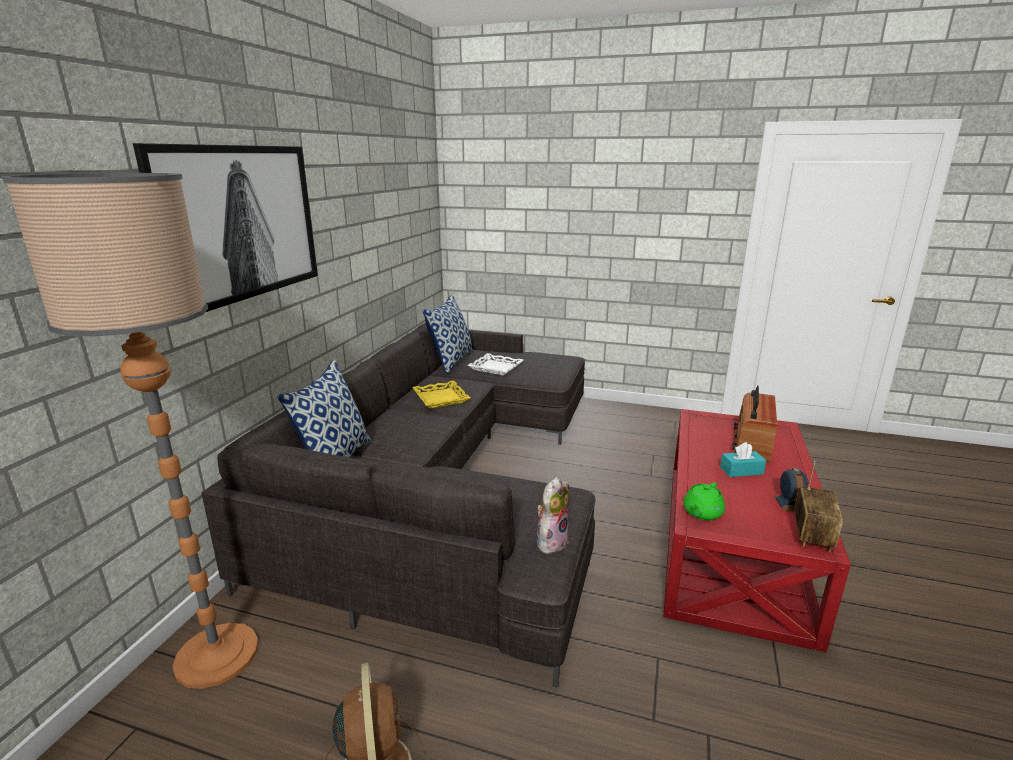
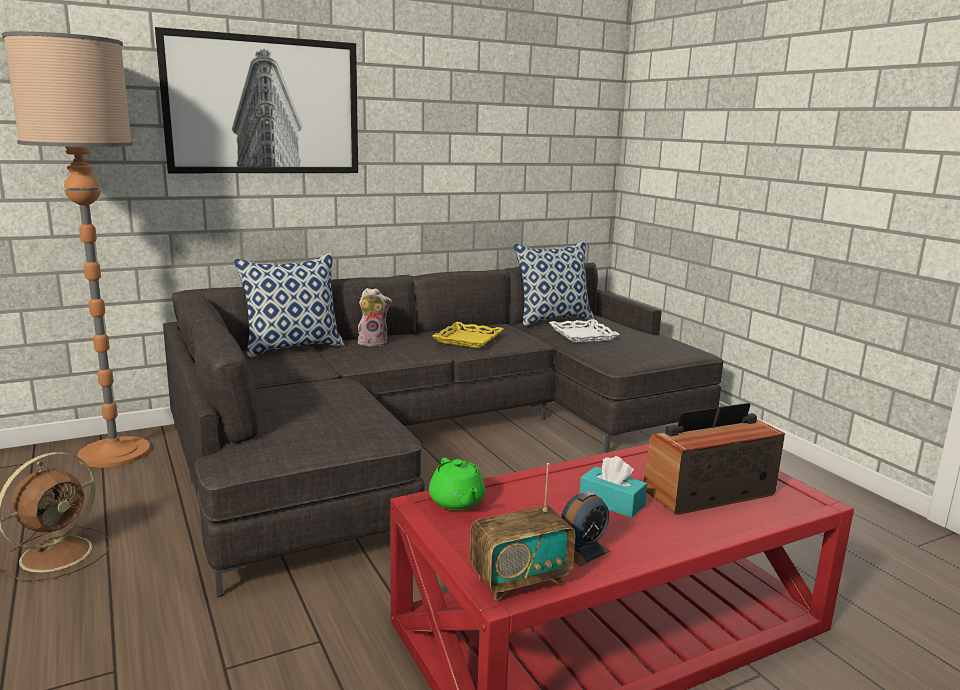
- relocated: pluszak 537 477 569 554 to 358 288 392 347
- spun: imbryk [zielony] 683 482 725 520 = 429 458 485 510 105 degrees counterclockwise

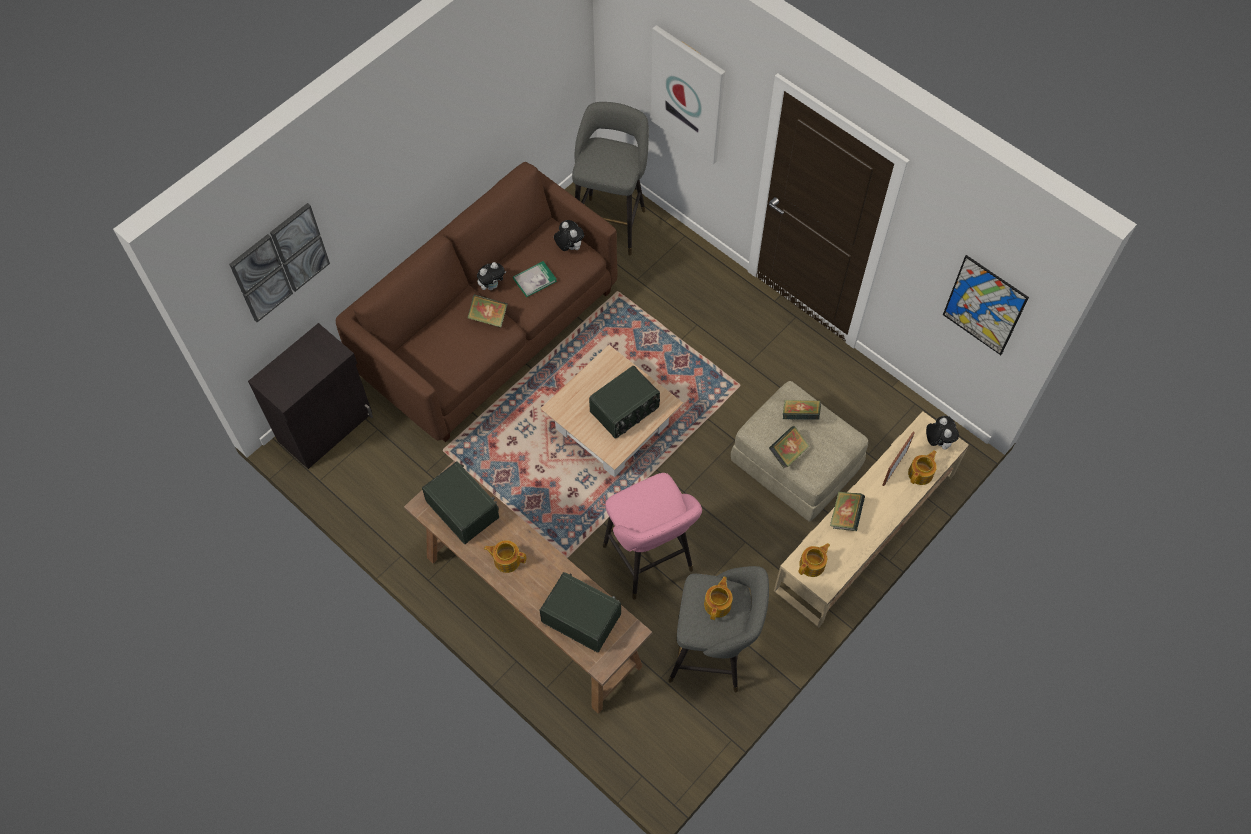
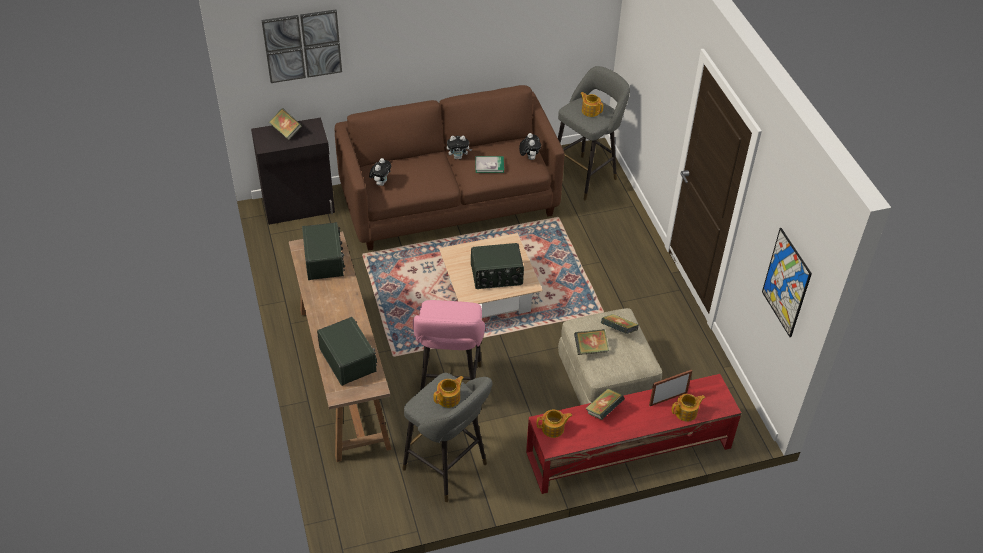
- relocated: książka 468 294 508 327 to 269 108 302 140
- relocated: imbryk 484 540 526 573 to 580 92 603 117
- missing: obraz 650 25 726 164
- colour: szafka pod telewizor [beżowy] 774 411 969 628 to szafka pod telewizor [czerwony] 526 374 741 494
- relocated: pluszak 926 416 959 450 to 369 158 391 186

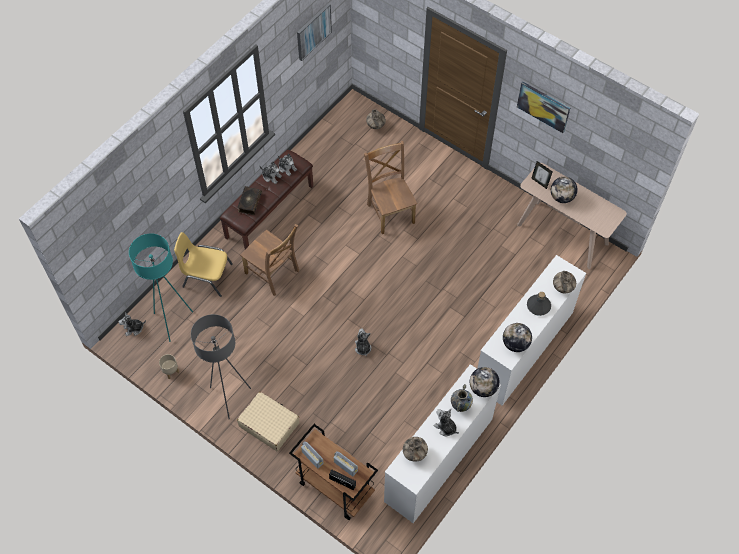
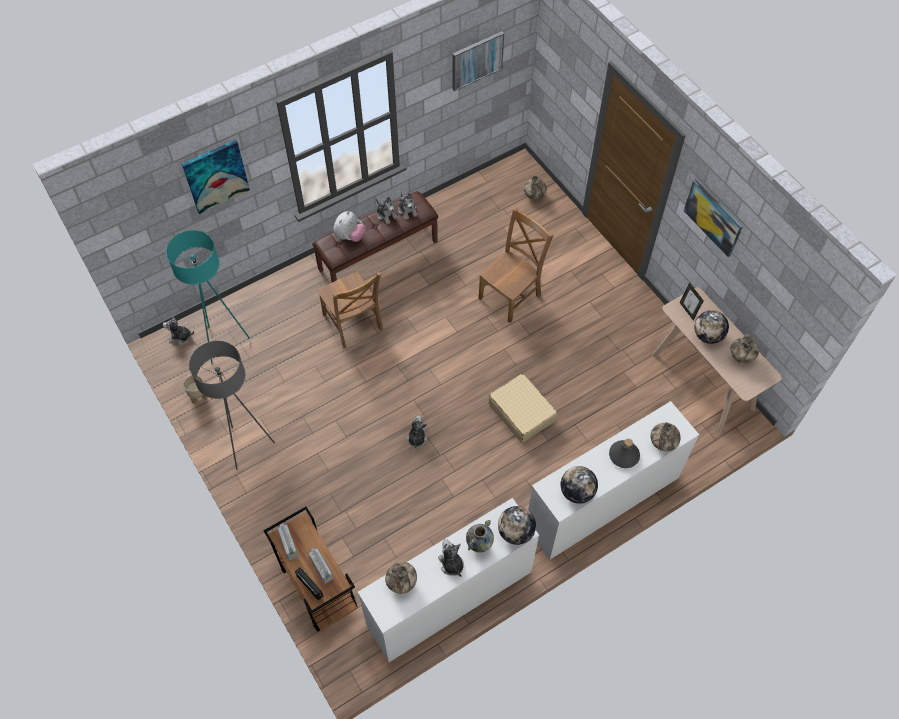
- missing: krzesło [żółty] 174 232 233 297
- exchanged: książka 237 186 262 215 to pluszak 334 211 366 242
- relocated: walizka [beżowy] 237 392 299 451 to 489 374 557 443
- spun: krzesło [brązowy] 364 141 417 234 = 478 207 554 323 45 degrees clockwise
- appeared: obraz 182 140 250 214
- appeared: wazon 730 334 759 363

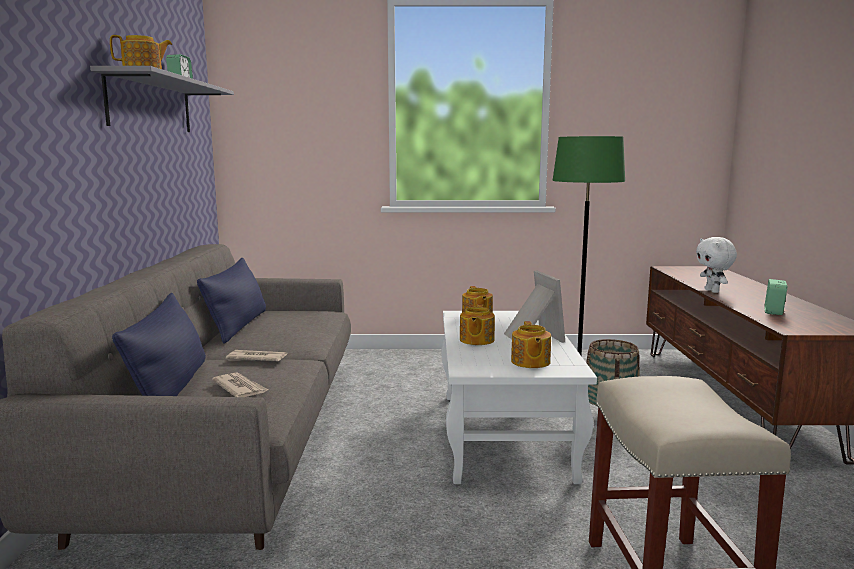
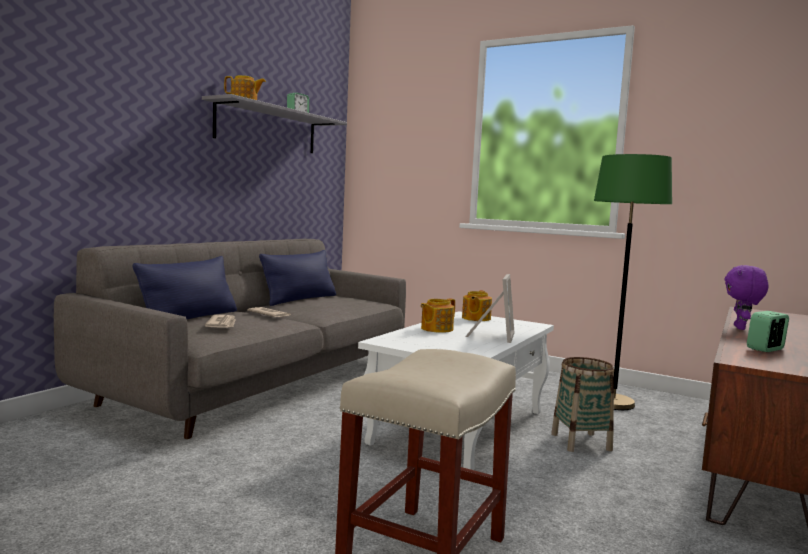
- missing: imbryk 511 321 551 368
- colour: pluszak [biały] 696 237 737 293 to pluszak [fioletowy] 724 265 768 330

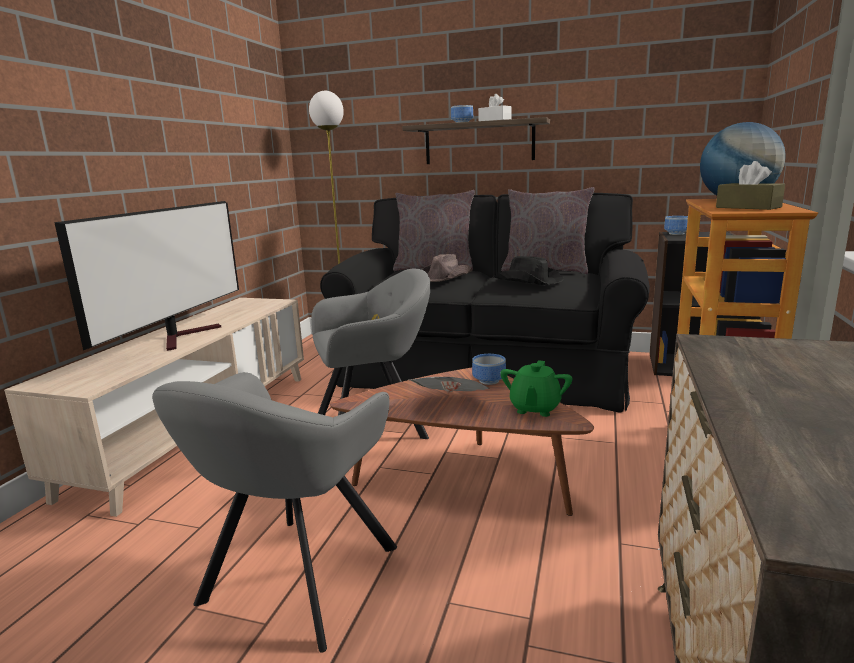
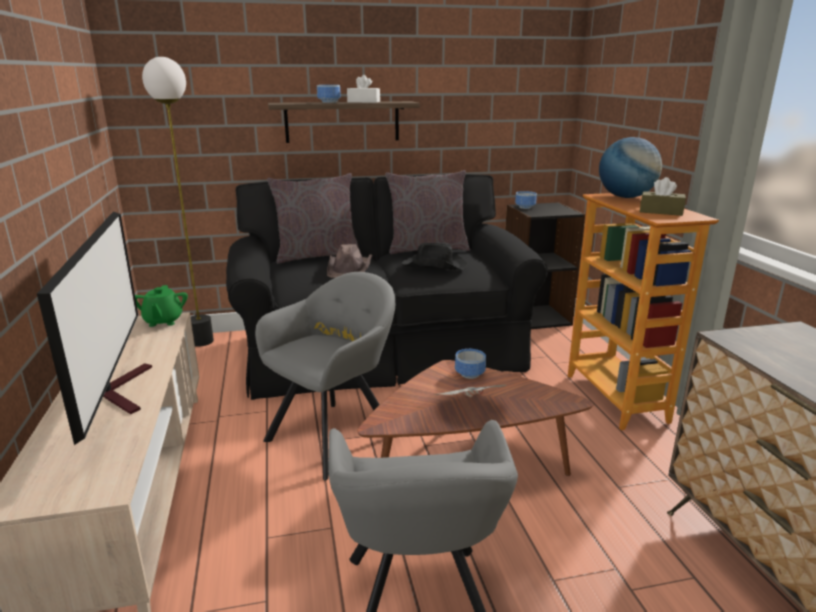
- relocated: imbryk [zielony] 500 360 573 417 to 135 285 188 327

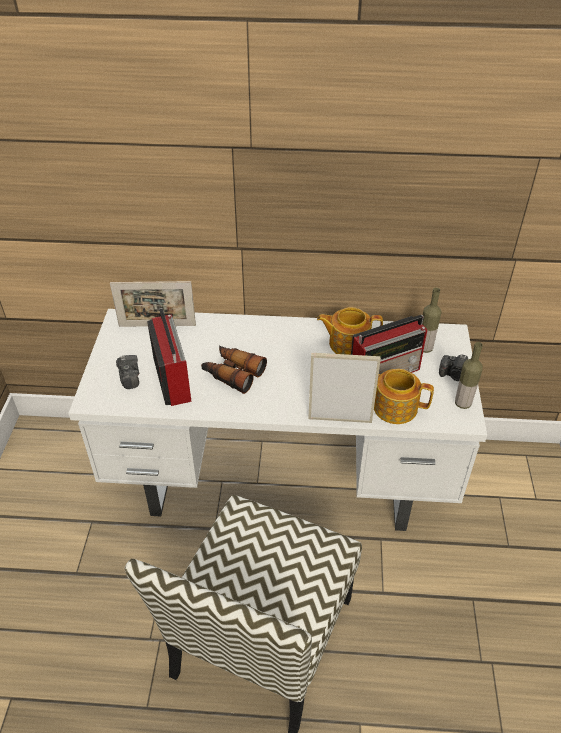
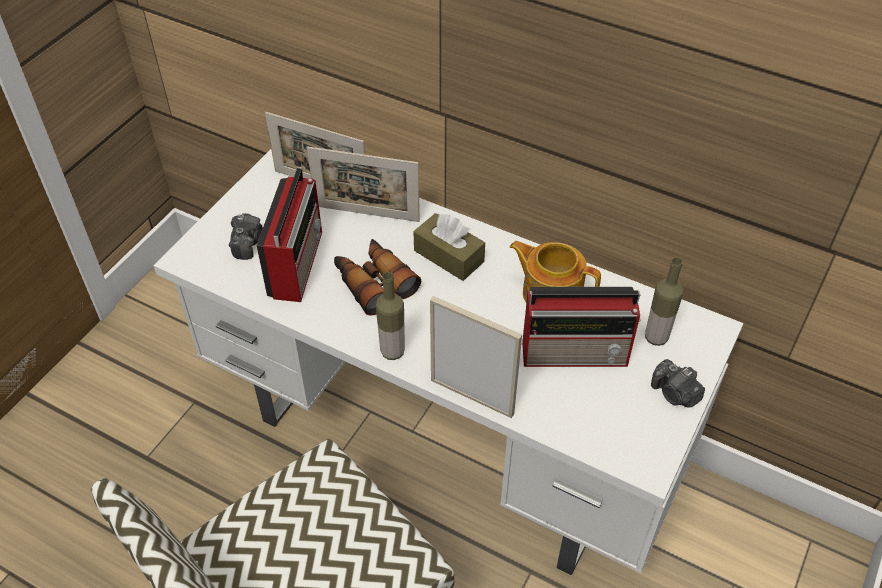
- missing: imbryk 374 369 434 424
- relocated: butelka 455 342 483 409 to 376 272 405 360
- appeared: ramka na zdjęcie 307 147 420 222
- appeared: pudełko chusteczek [brązowy] 413 213 485 281

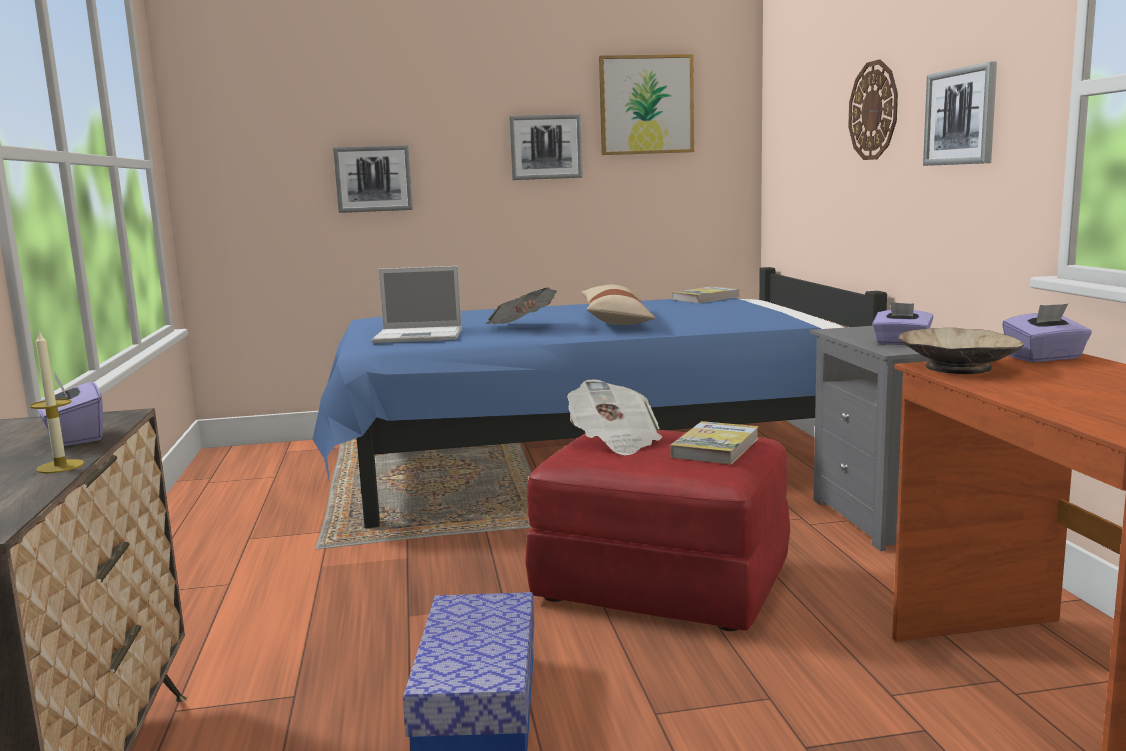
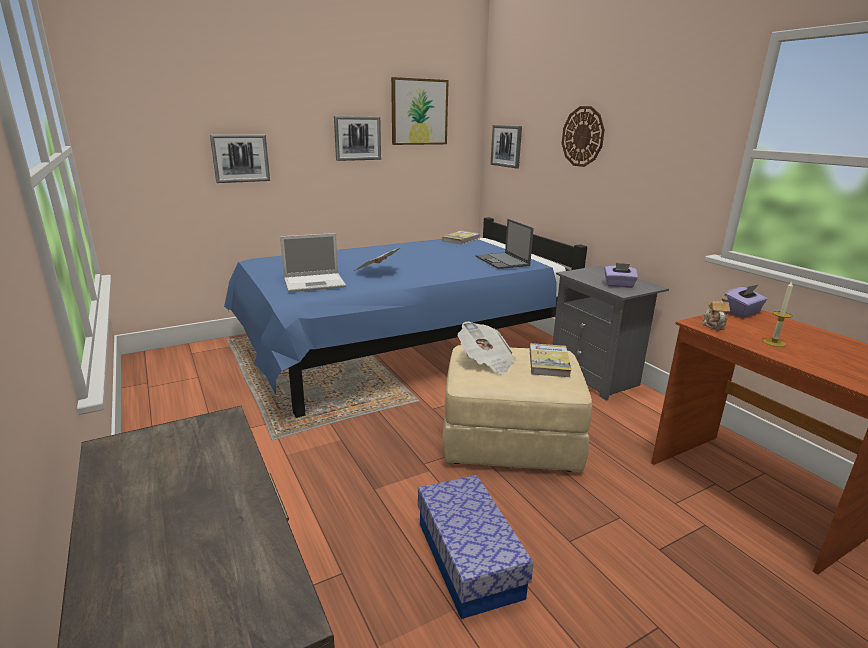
- relocated: świeca 30 330 85 473 to 763 282 793 347
- missing: pudełko chusteczek [fioletowy] 37 372 103 446
- colour: pufa [czerwony] 525 430 790 631 to pufa [beżowy] 442 345 592 472
- missing: poduszka [beżowy] 582 285 655 325
- exchanged: miska [beżowy] 898 328 1024 374 to imbryk 702 296 730 330
- relocated: obraz 923 61 997 166 to 490 125 522 169
- appeared: laptop 476 219 534 269

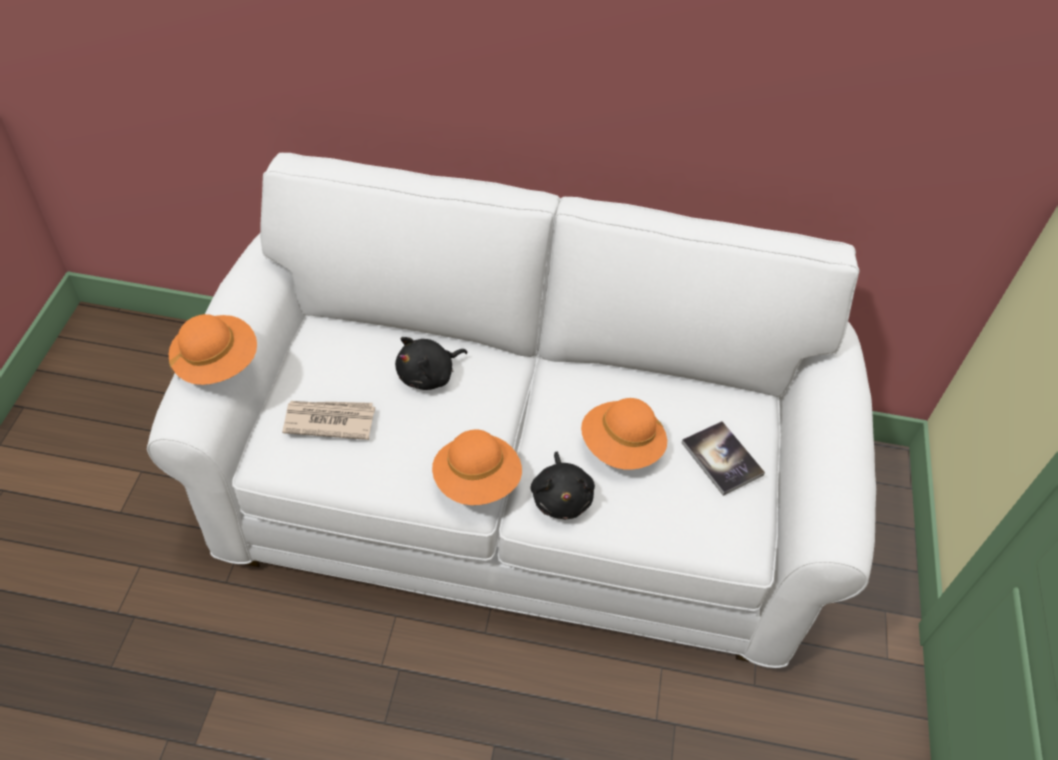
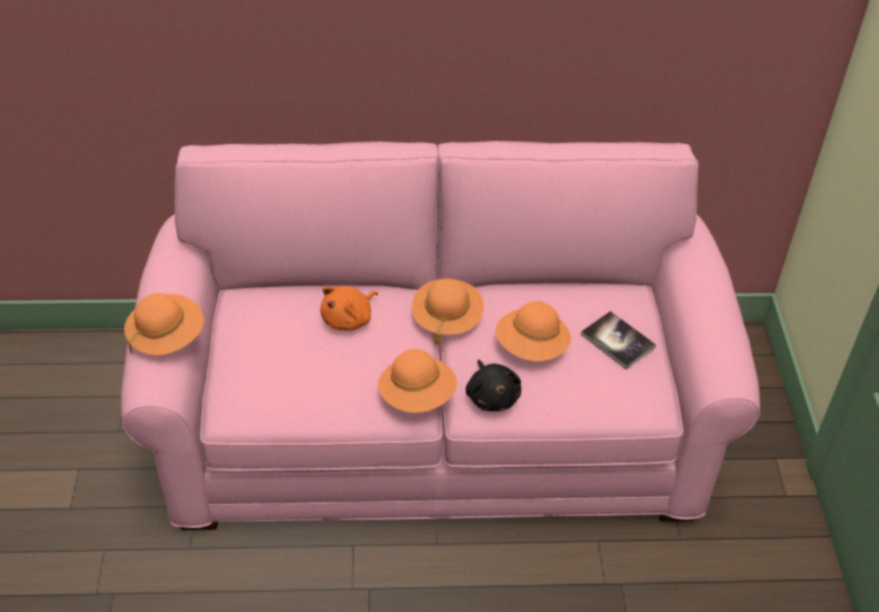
- colour: kanapa [biały] 147 153 876 668 to kanapa [różowy] 121 141 760 530
- missing: gazeta 282 401 375 440
- colour: pluszak [czarny] 395 337 467 390 to pluszak [pomarańczowy] 320 286 378 330
- appeared: kapelusz [pomarańczowy] 412 279 484 345

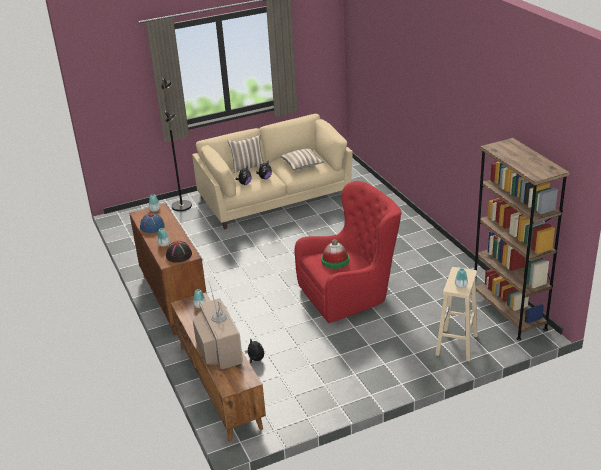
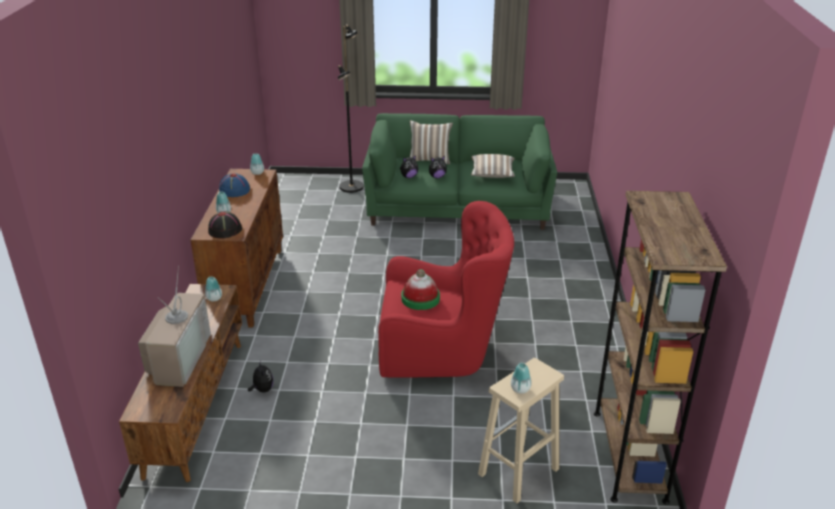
- colour: kanapa [beżowy] 192 114 353 229 to kanapa [zielony] 362 113 557 230

